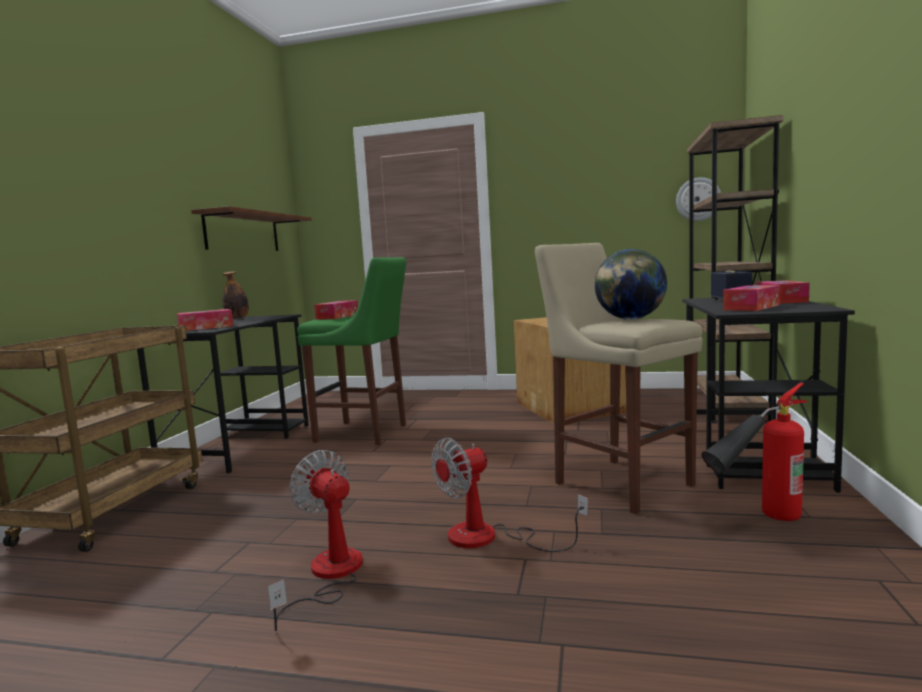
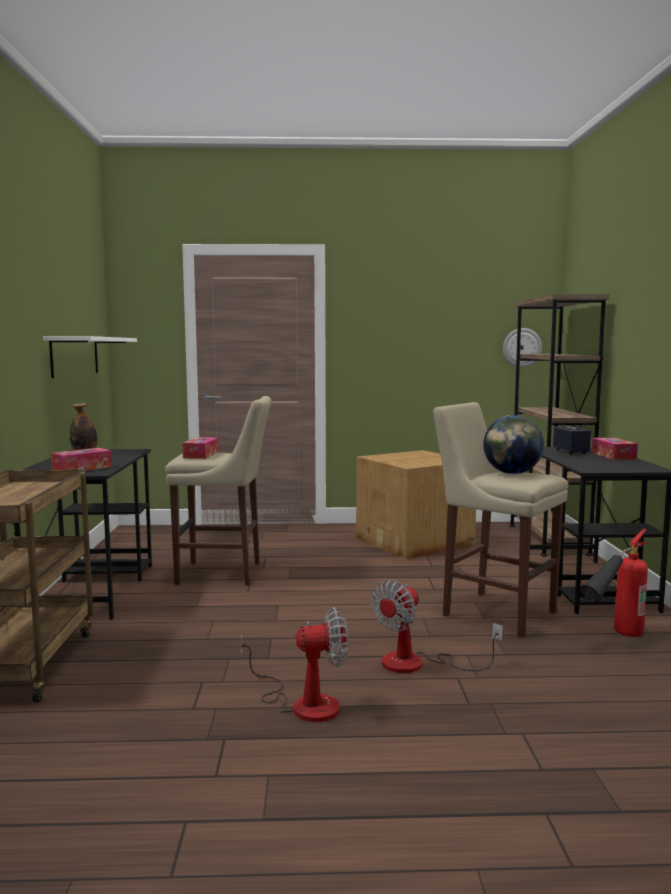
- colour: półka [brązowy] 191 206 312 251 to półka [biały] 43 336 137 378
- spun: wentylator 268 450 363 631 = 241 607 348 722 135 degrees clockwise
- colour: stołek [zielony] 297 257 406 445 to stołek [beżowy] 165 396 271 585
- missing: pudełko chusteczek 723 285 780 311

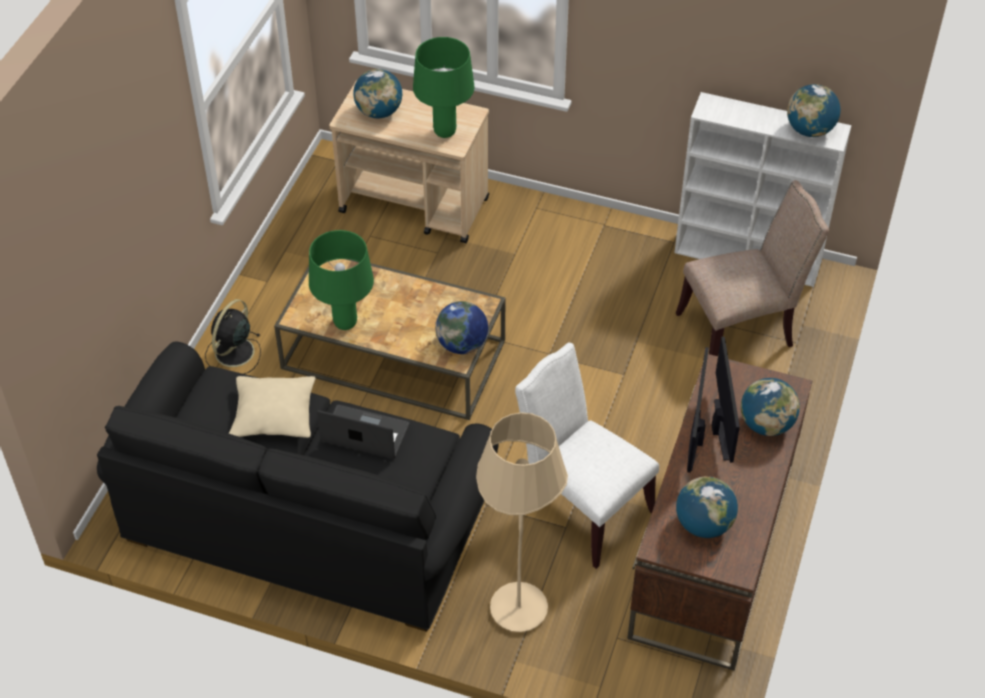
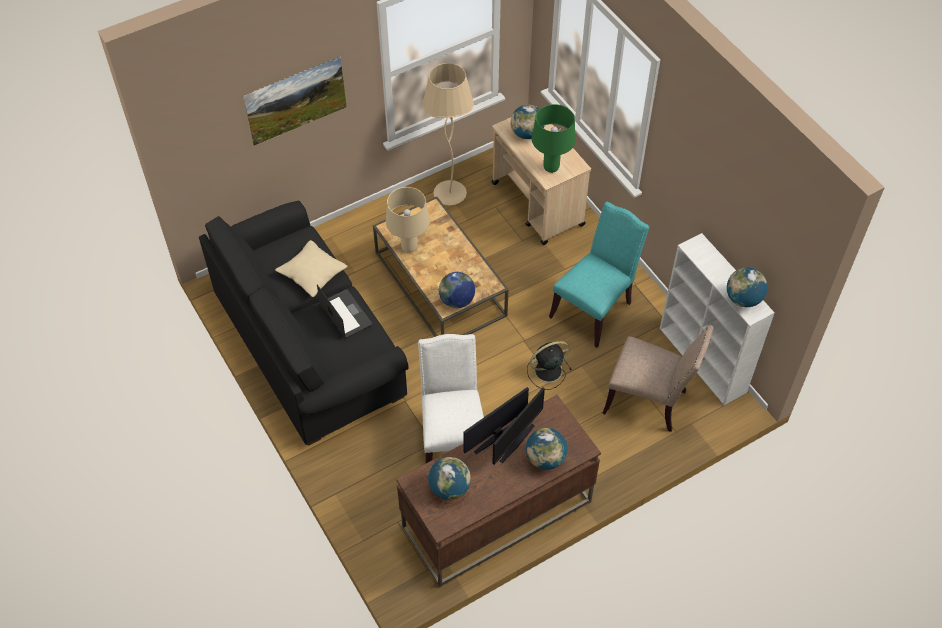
- relocated: wentylator [czarny] 205 299 261 374 to 527 341 572 390
- colour: lampa stołowa [zielony] 309 230 374 330 to lampa stołowa [beżowy] 386 187 430 253
- relocated: lampa stojąca [beżowy] 476 412 568 632 to 423 63 474 206
- appeared: obraz 243 56 346 146
- appeared: krzesło [turkusowy] 549 202 649 348

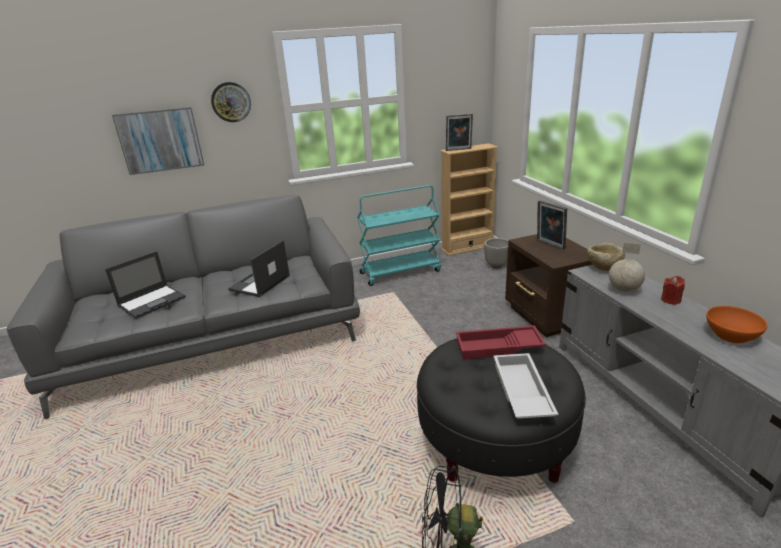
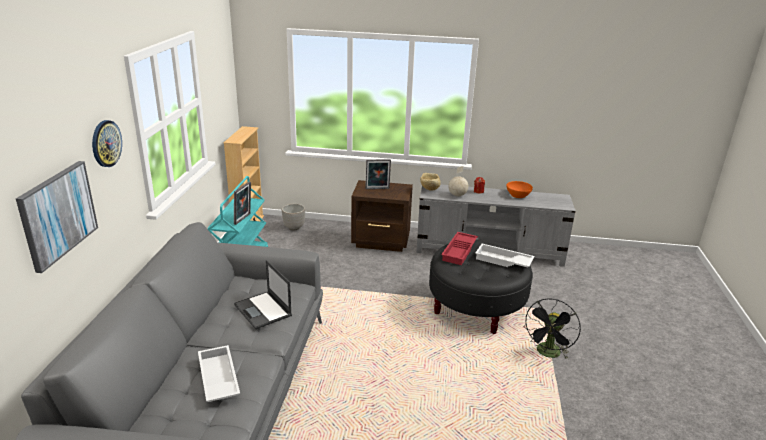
- exchanged: laptop 105 251 185 319 to taca [biały] 198 345 240 402
- relocated: ramka na zdjęcie 446 114 473 151 to 234 182 251 225

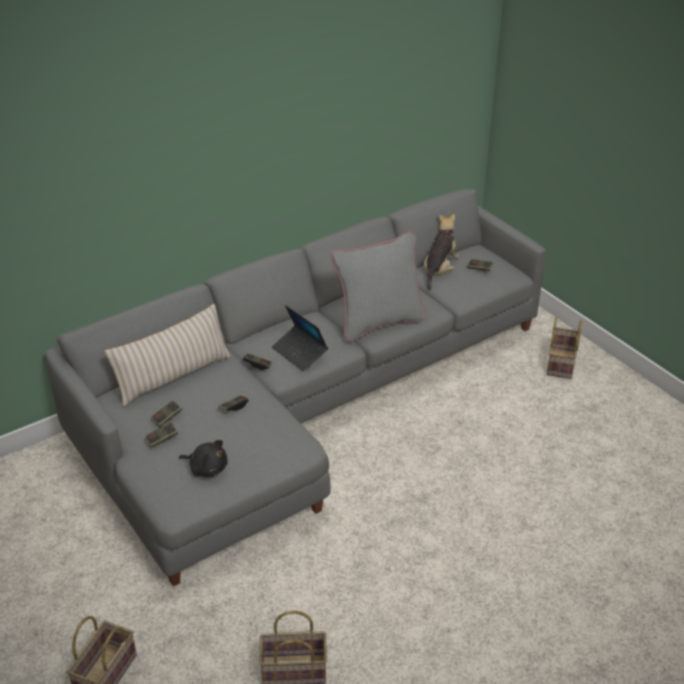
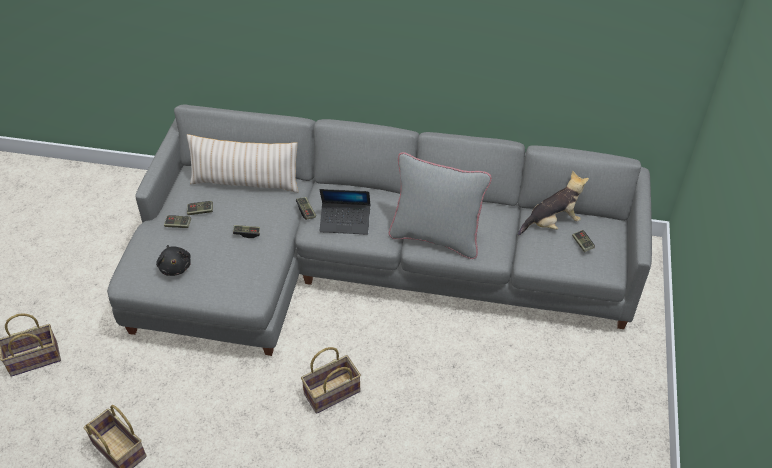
- spun: laptop 272 305 328 371 = 320 189 371 235 90 degrees counterclockwise
- relocated: koszyk 547 317 582 379 to 301 347 361 414

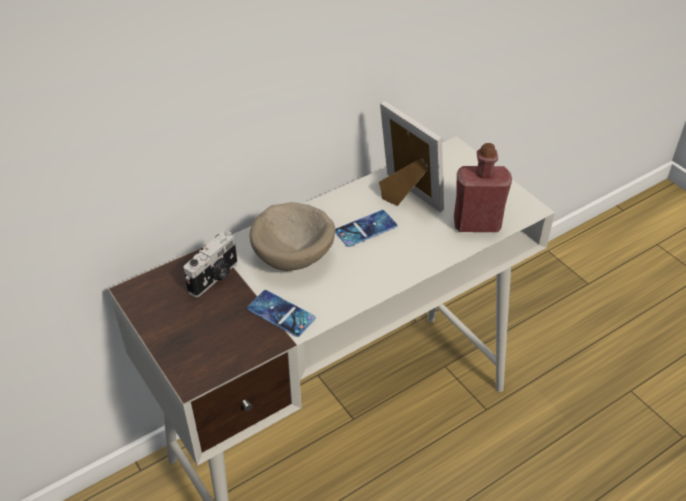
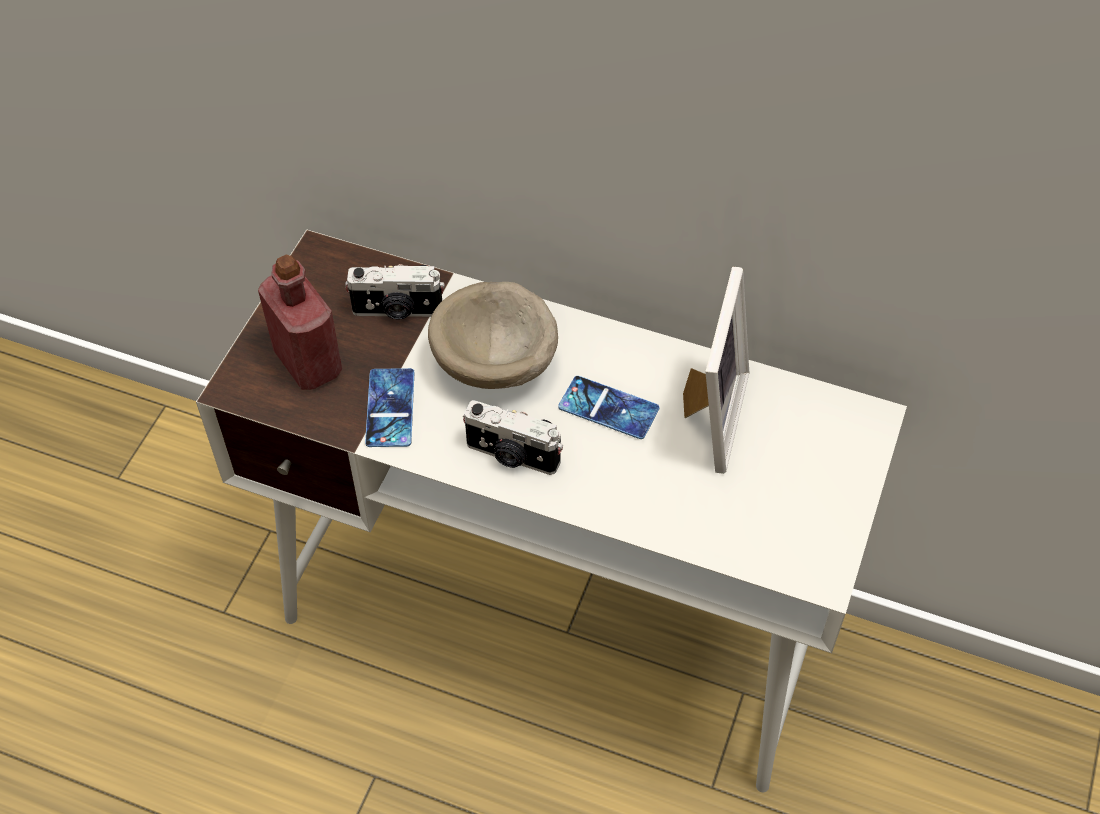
- relocated: butelka [czerwony] 454 143 512 232 to 258 255 342 390
- appeared: aparat fotograficzny 463 400 563 475

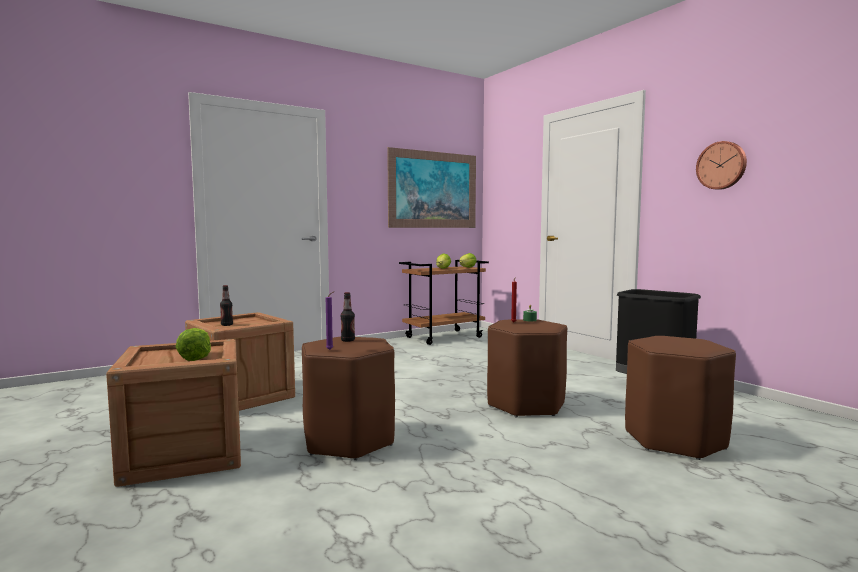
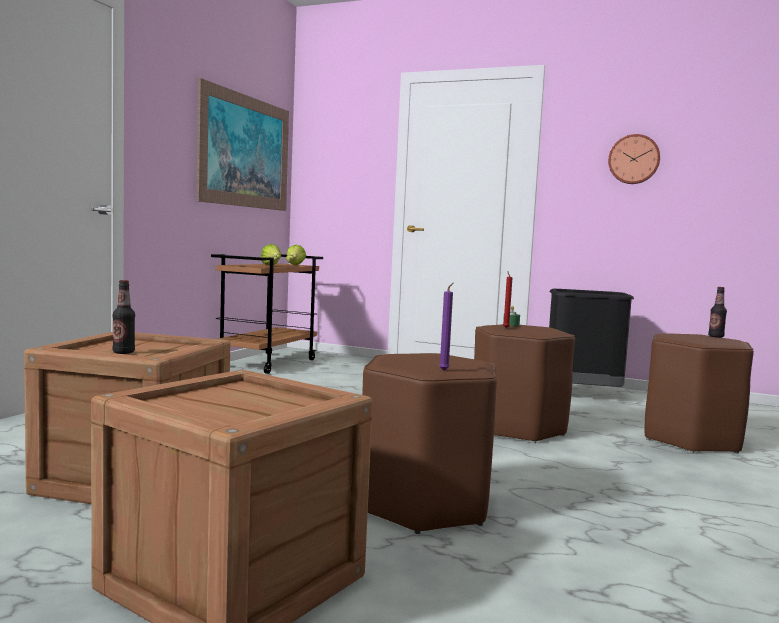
- missing: sałata 176 328 211 361
- relocated: butelka 341 292 355 342 to 708 287 727 338

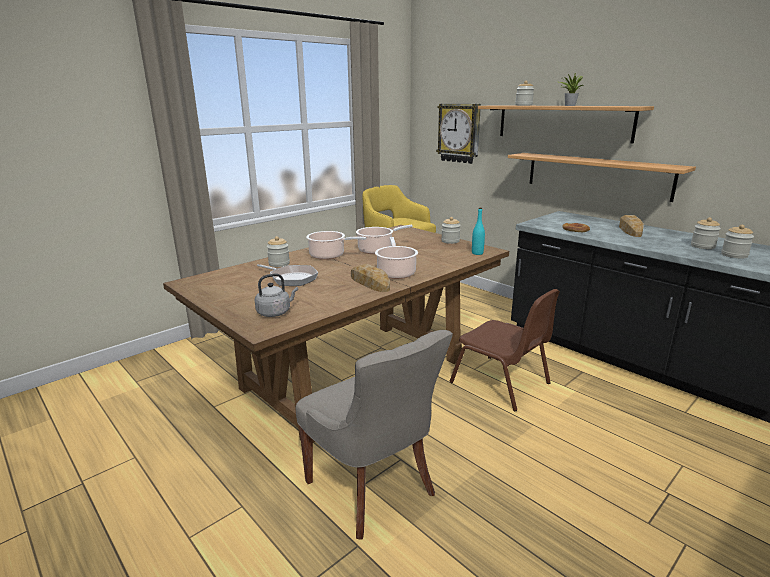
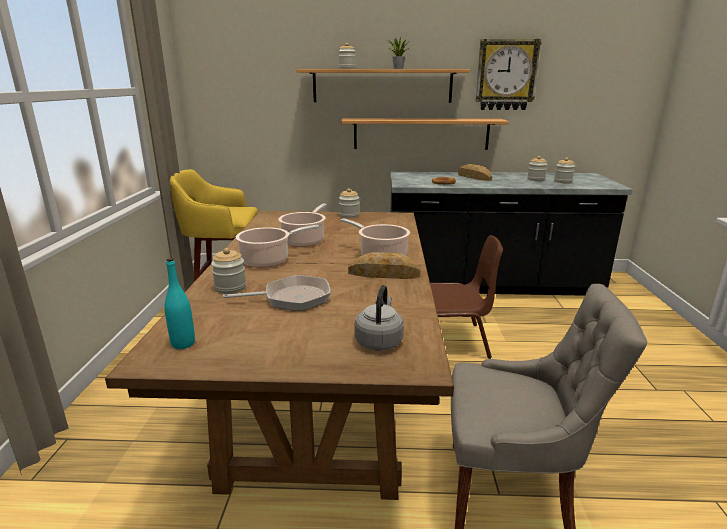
- relocated: zegar ścienny 436 104 481 164 to 475 39 542 110
- relocated: butelka [turkusowy] 472 208 485 255 to 164 258 195 349

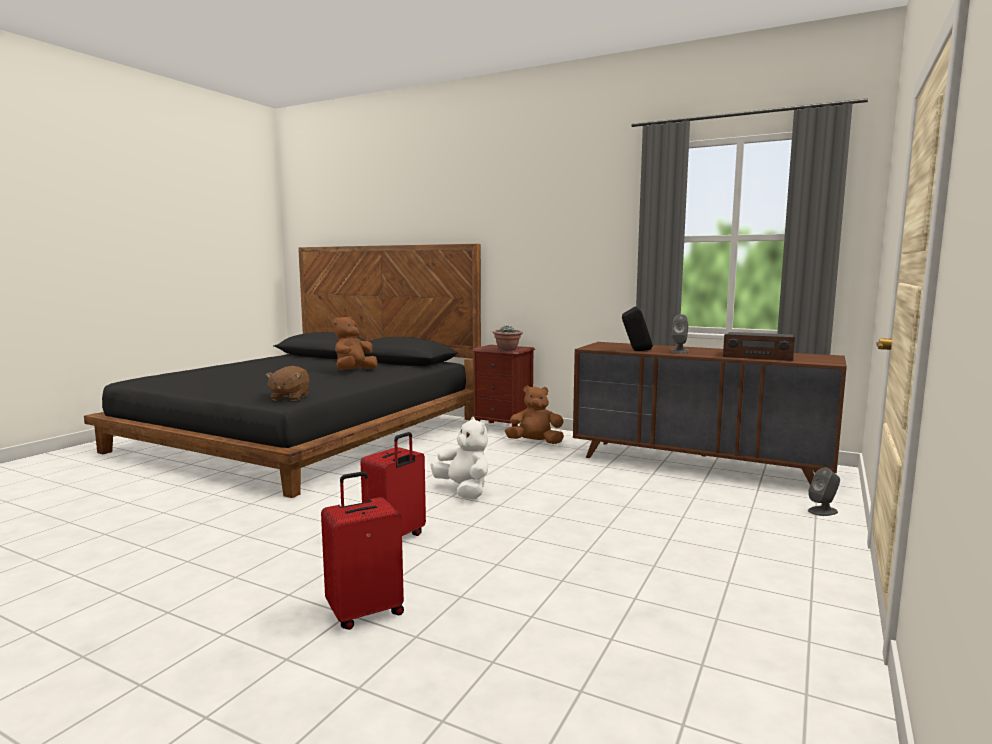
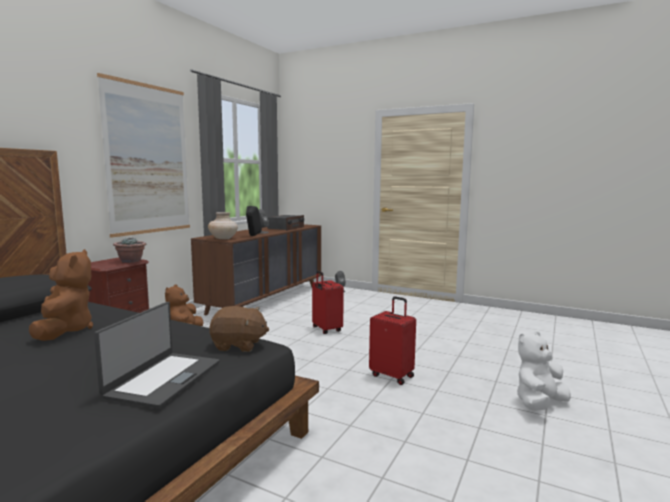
- relocated: walizka [czerwony] 321 472 404 630 to 312 271 344 334
- spun: pluszak [brązowy] 333 316 378 371 = 29 249 93 341 135 degrees counterclockwise
- relocated: pluszak [biały] 430 417 488 499 to 517 331 571 411
- appeared: laptop 94 302 220 409
- appeared: obraz 97 73 190 238
- appeared: wazon [beżowy] 208 212 238 239

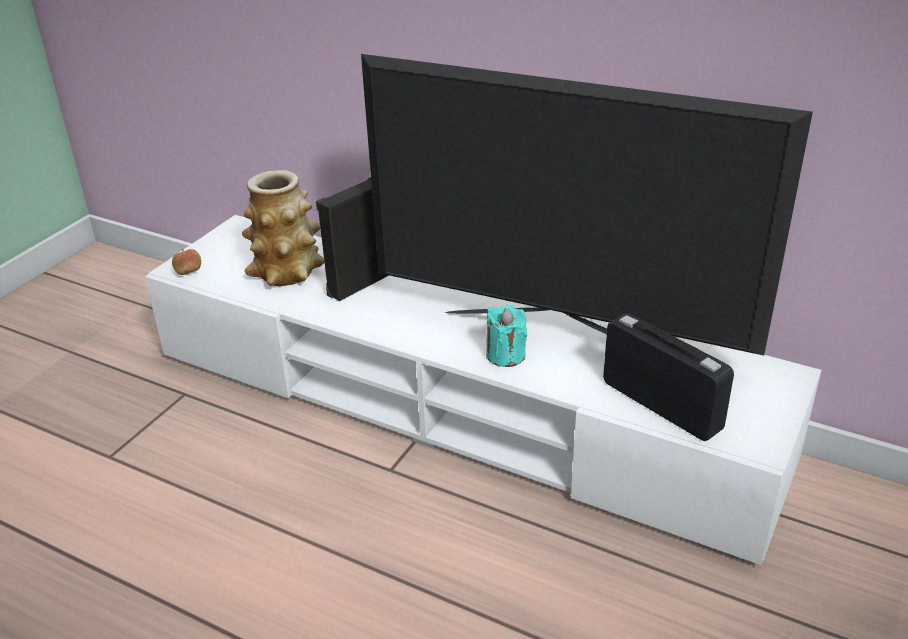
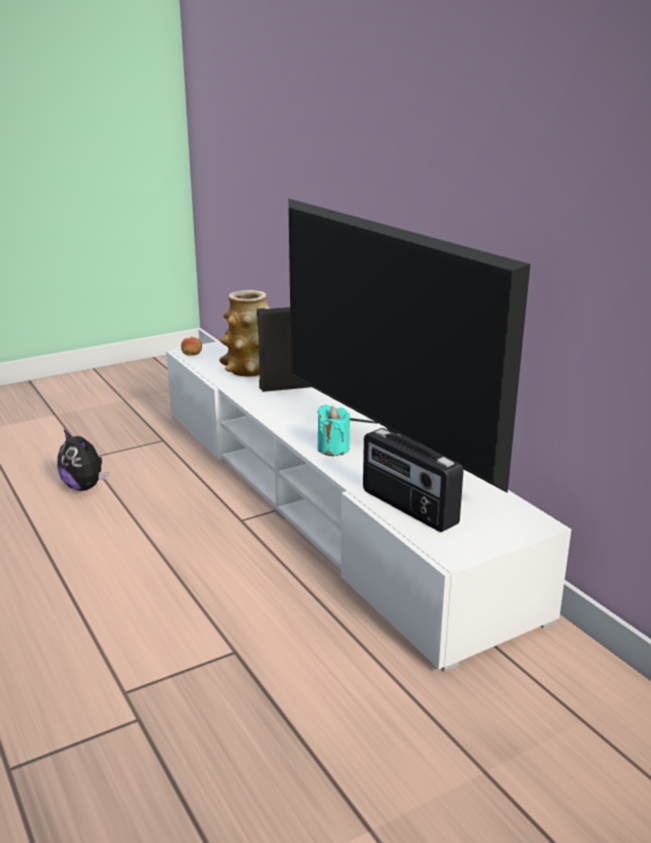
- spun: radio 603 313 734 441 = 363 428 463 532 150 degrees clockwise
- appeared: pluszak 58 430 108 491

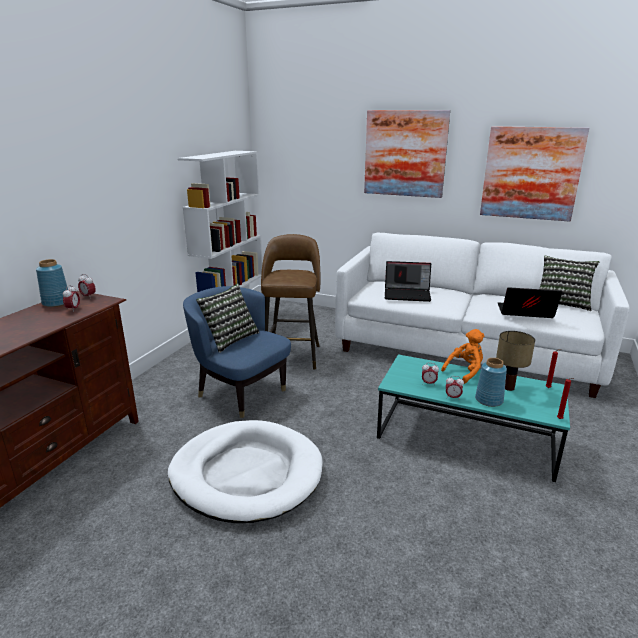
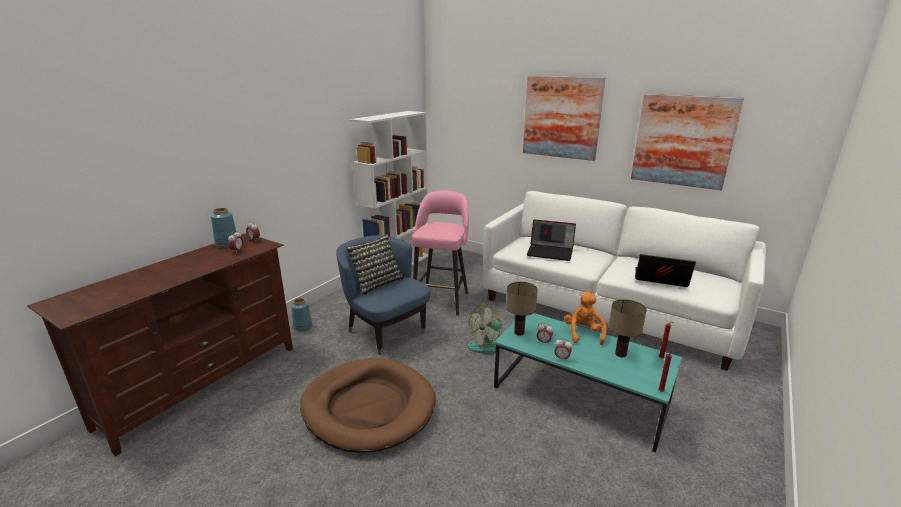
- colour: legowisko [biały] 168 420 323 523 to legowisko [brązowy] 300 358 436 453
- colour: stołek [brązowy] 261 234 320 370 to stołek [różowy] 412 190 469 316
- spun: pluszak [pomarańczowy] 441 329 484 384 = 565 292 607 345 60 degrees counterclockwise
- relocated: wazon [niebieski] 475 358 507 407 to 291 298 313 331
- missing: poduszka 540 256 600 311
- appeared: wentylator 467 305 502 354
- appeared: lampa stołowa 506 282 538 336

